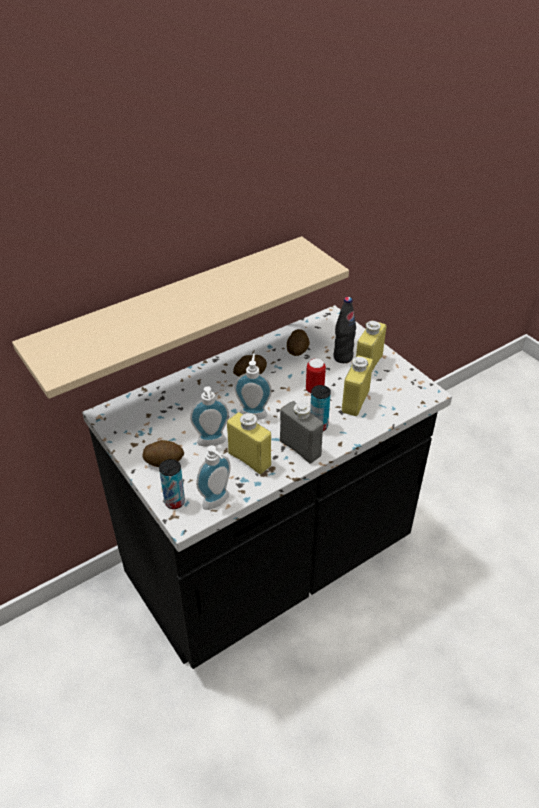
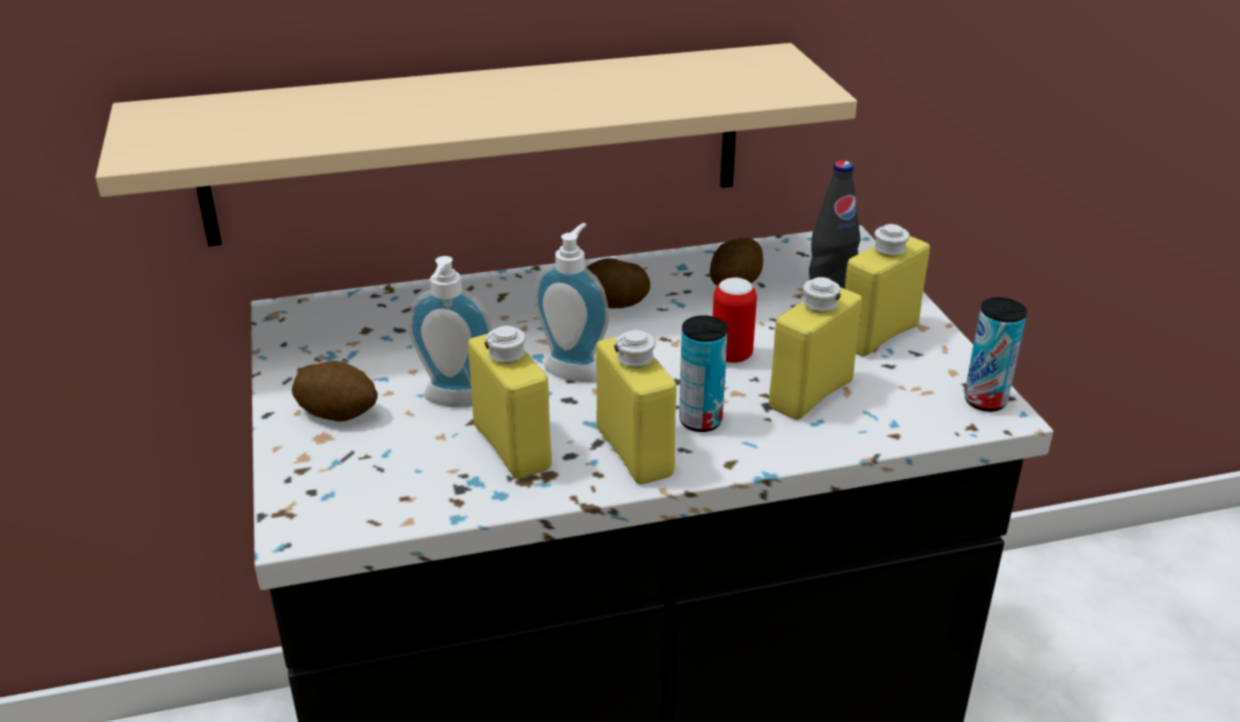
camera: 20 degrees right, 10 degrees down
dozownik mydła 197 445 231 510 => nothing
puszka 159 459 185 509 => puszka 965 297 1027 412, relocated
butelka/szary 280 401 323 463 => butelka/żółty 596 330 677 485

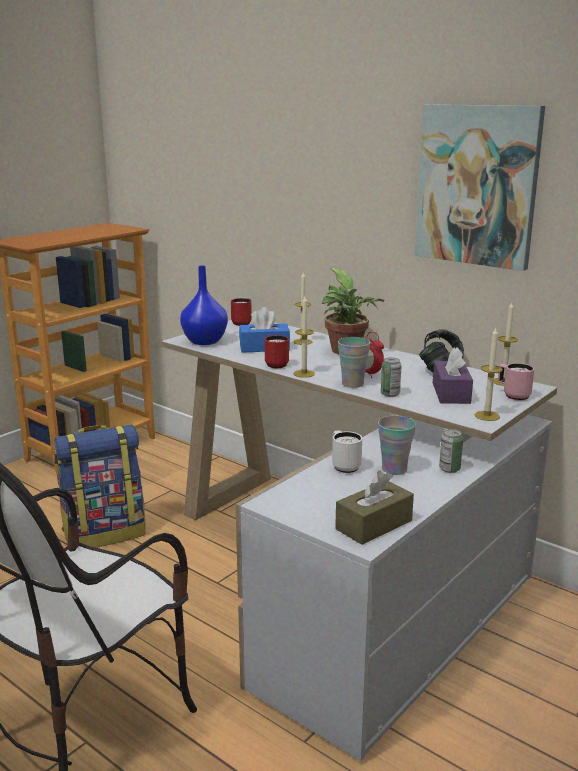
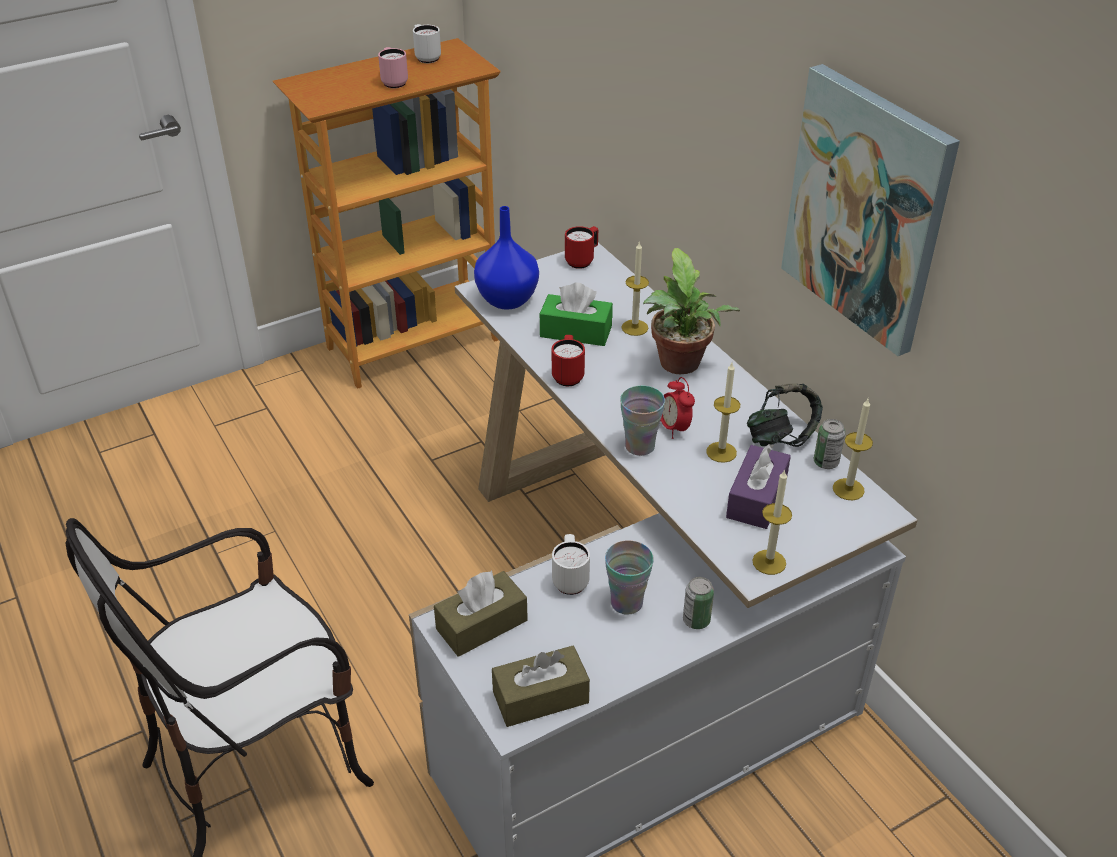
camera: 20 degrees right, 20 degrees up
plecak 54 425 146 548 => nothing
nothing => kubek/biały 413 24 441 63
nothing => pudełko chusteczek/brązowy 434 570 528 657
świeca 294 296 315 378 => świeca 706 363 740 463, relocated
puszka 381 357 402 397 => puszka 814 419 845 469, relocated
kubek/różowy 498 363 534 400 => kubek/różowy 378 47 408 88, relocated
pudełko chusteczek/niebieski 239 307 290 353 => pudełko chusteczek/zielony 540 283 613 346

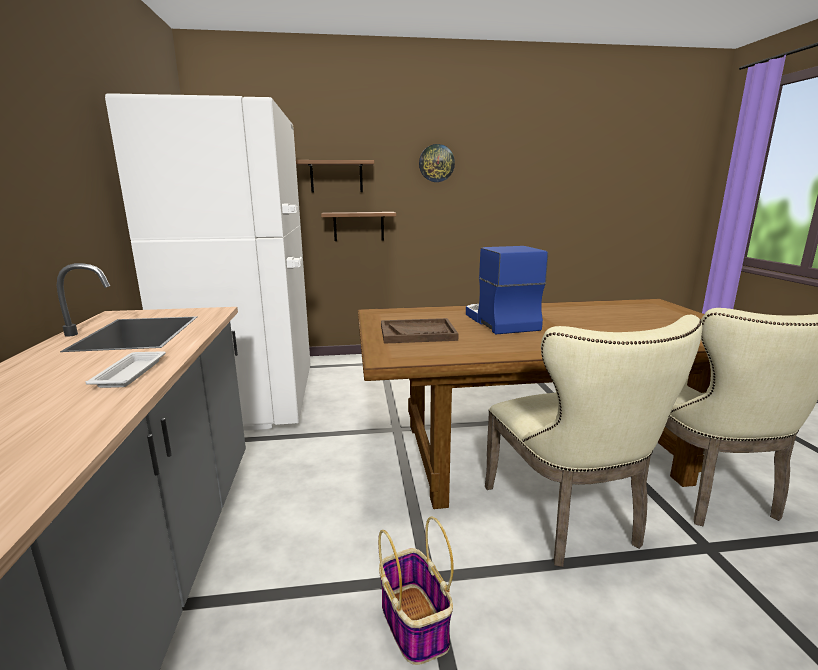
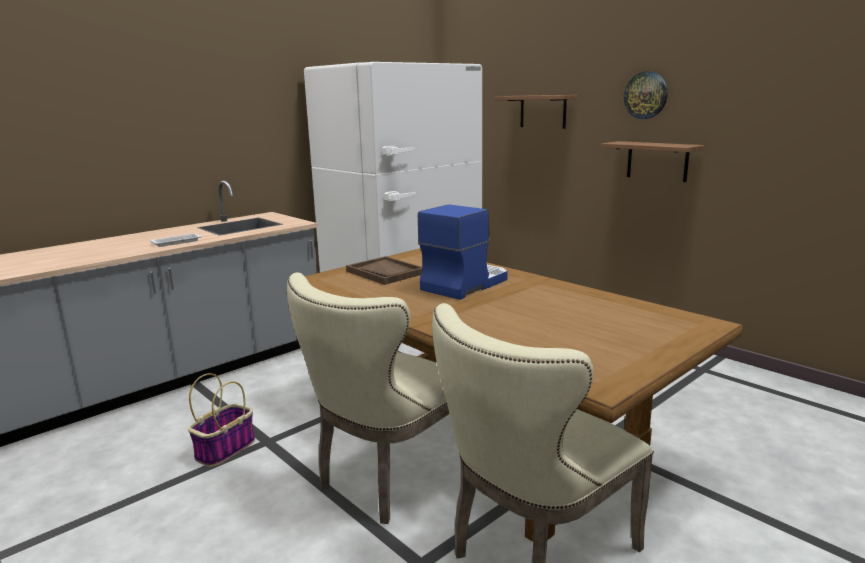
camera: 55 degrees right, 0 degrees up
półka 321 212 396 241 => półka 601 141 704 182, relocated

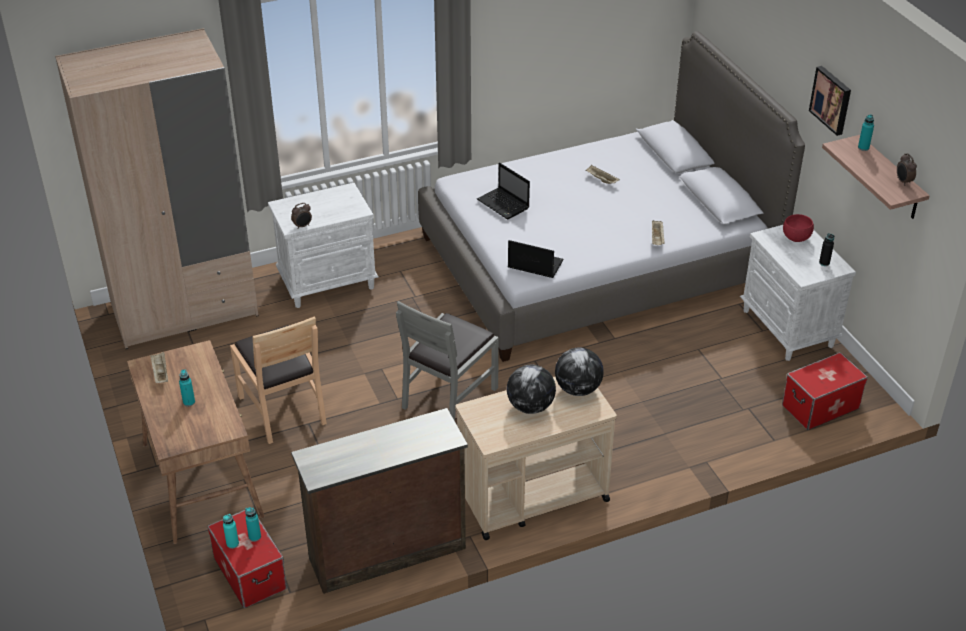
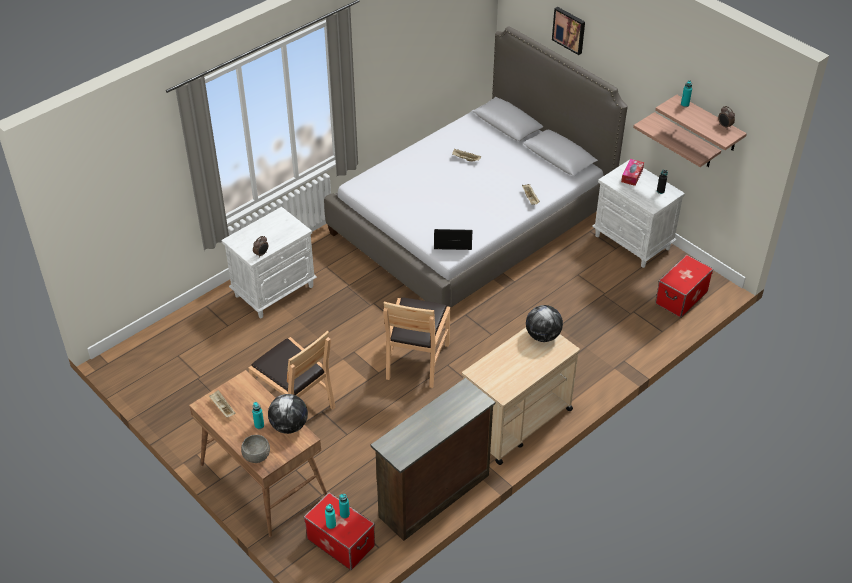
camera: 20 degrees left, 5 degrees up
szafa/beżowy 55 28 259 349 => nothing
laptop 477 162 530 219 => nothing
nothing => miska/szary 241 435 270 463
nothing => półka 633 112 721 167
globus 507 365 556 414 => globus 268 394 308 434, relocated
obraz 809 66 851 136 => obraz 552 7 585 55, relocated
miska/czerwony 783 214 814 242 => pudełko chusteczek 621 159 644 186
krzesło/szary 396 301 499 421 => krzesło/brązowy 383 298 450 388

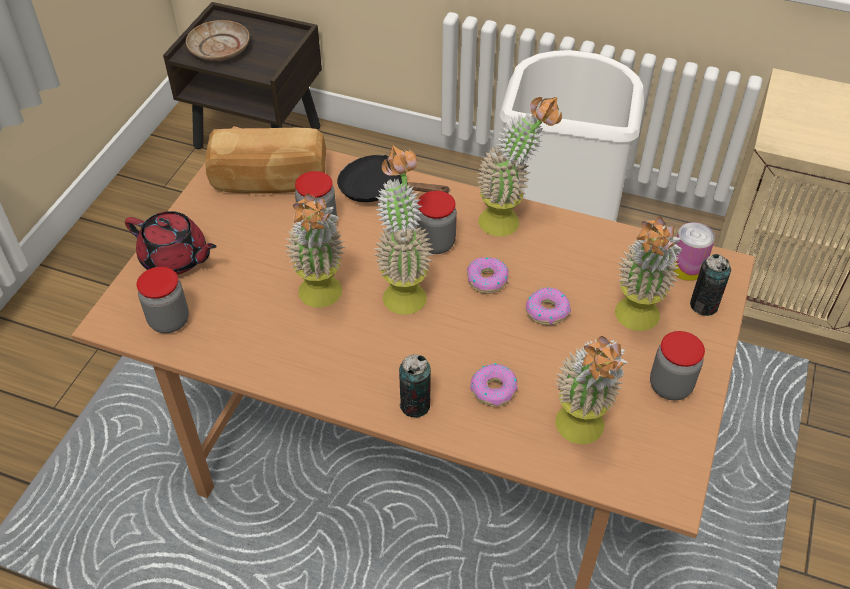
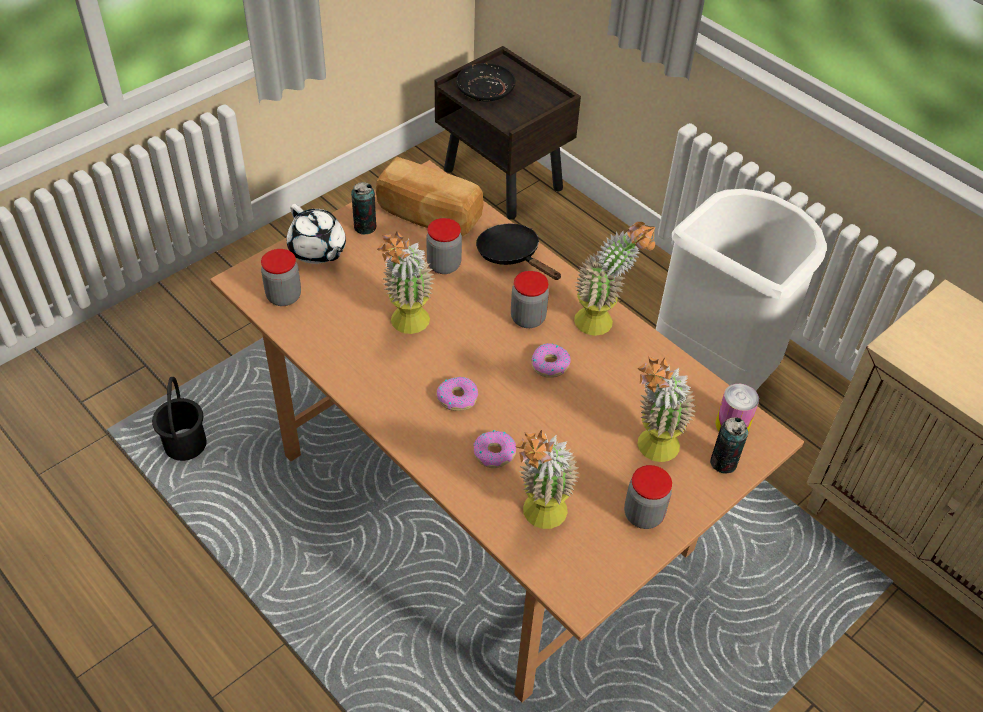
camera: 25 degrees right, 0 degrees up
roślina doniczkowa 374 145 434 315 => nothing
nothing => wiadro/czarny 152 377 207 461
puszka 399 354 431 418 => puszka 351 182 376 234, relocated
donut 525 287 571 325 => donut 436 377 478 411, relocated
imbryk/czerwony 125 211 217 275 => imbryk/biały 287 204 346 264
talerz/beżowy 186 20 250 61 => talerz/czarny 456 63 515 102

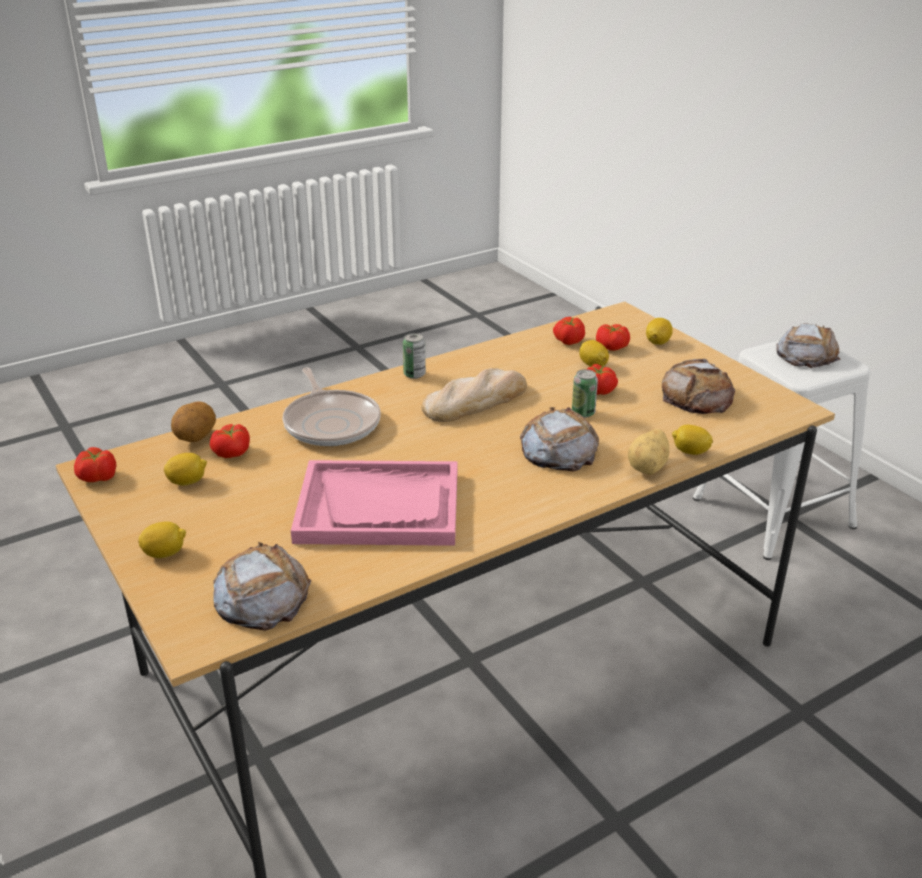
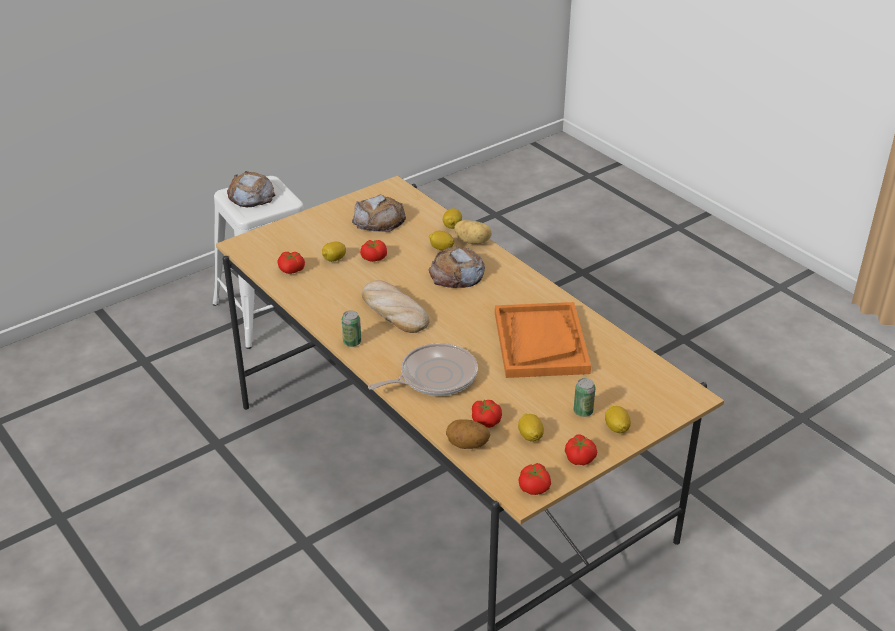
camera: 95 degrees left, 5 degrees up
chleb 213 542 311 631 => nothing
puszka 572 369 598 418 => puszka 574 378 596 417, relocated
pomidor 596 324 630 351 => pomidor 565 434 597 465, relocated
cytryna 646 318 673 345 => cytryna 429 231 454 251, relocated
taca/różowy 291 460 457 546 => taca/pomarańczowy 495 302 591 378

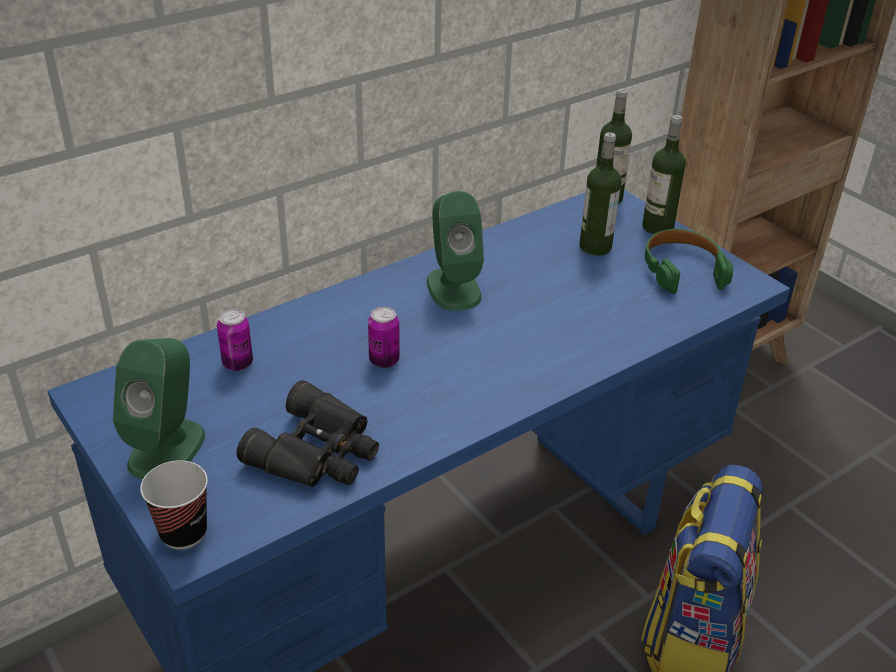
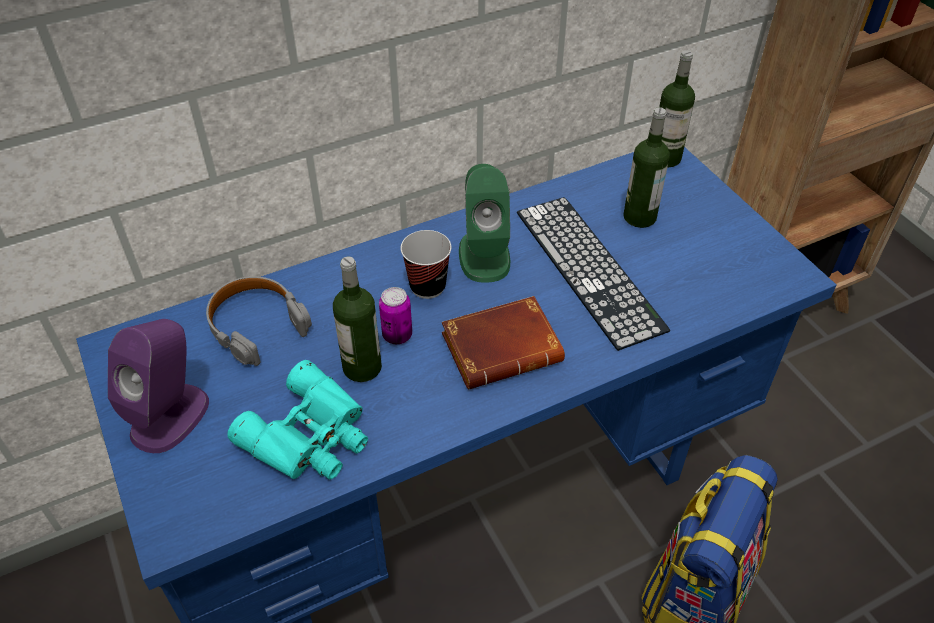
camera: 10 degrees right, 10 degrees up
słuchawki/zielony 645 229 733 294 => nothing
nothing => książka/brązowy 442 296 565 389
nothing => klawiatura 517 197 670 351
filiżanka 140 460 208 549 => filiżanka 401 230 451 299, relocated
butelka 642 115 686 234 => butelka 333 256 382 382, relocated
puszka 217 309 253 371 => słuchawki/szary 206 276 312 366
głośnik/zielony 113 338 205 480 => głośnik/fioletowy 108 319 209 453
lornetka/czarny 237 380 379 487 => lornetka/turkusowy 227 360 368 480

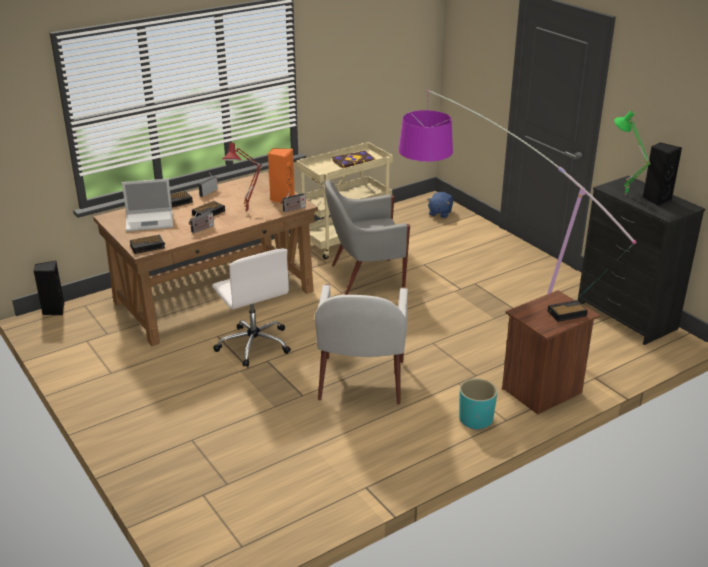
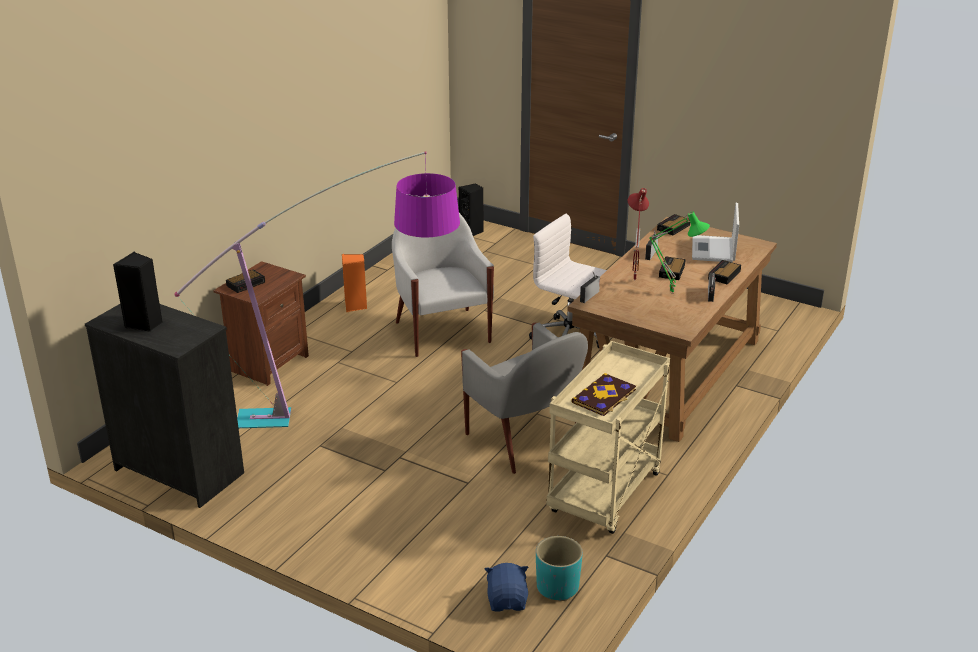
camera: 155 degrees right, 0 degrees up
głośnik/czarny 34 261 65 315 => głośnik/czarny 459 183 484 236, relocated
głośnik/pomarańczowy 268 148 295 204 => głośnik/pomarańczowy 342 254 367 312, relocated
donica/turkusowy 459 379 497 430 => donica/turkusowy 536 536 583 601, relocated
lampa stołowa/zielony 614 110 651 194 => lampa stołowa/zielony 649 212 710 294, relocated
laptop 122 179 173 232 => laptop 692 202 739 262, 45 degrees counterclockwise
fotel/szary 325 180 410 295 => fotel/szary 461 323 588 474, 90 degrees clockwise

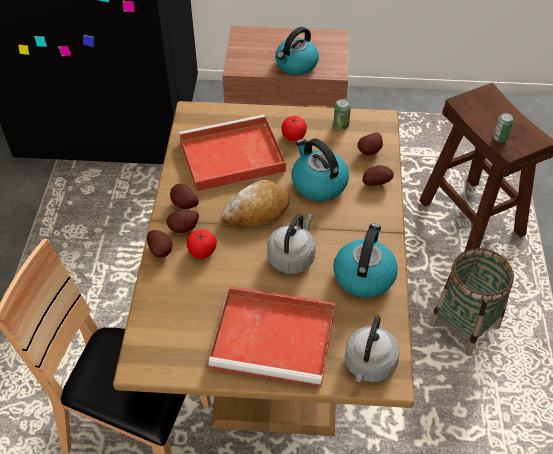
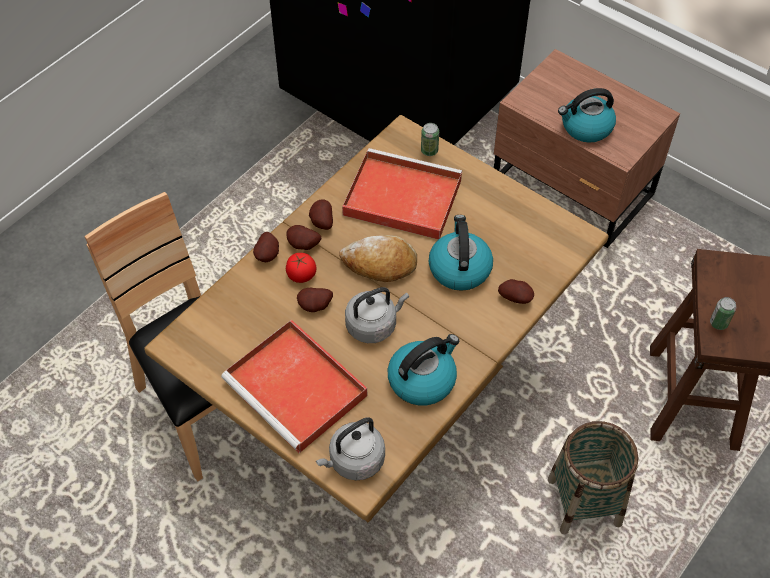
camera: 35 degrees right, 5 degrees up
pomidor 281 116 307 141 => nothing
puszka 333 99 351 130 => puszka 421 123 439 156, relocated
ziemniak 357 133 383 155 => ziemniak 297 288 333 312, relocated

